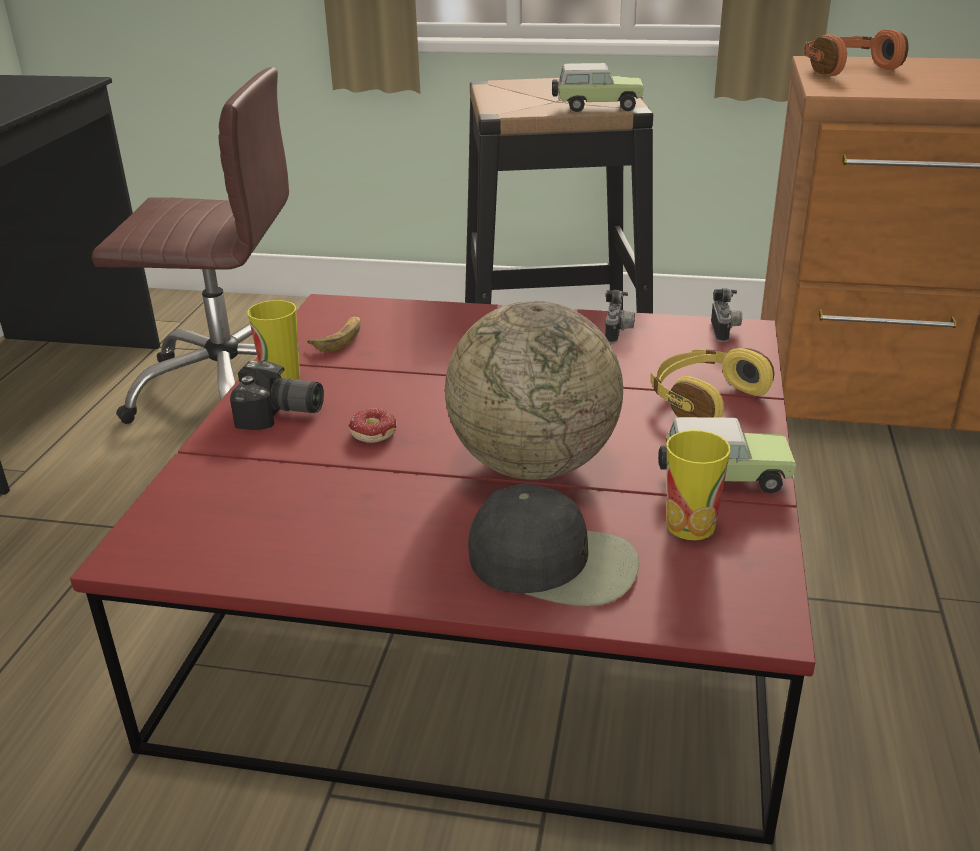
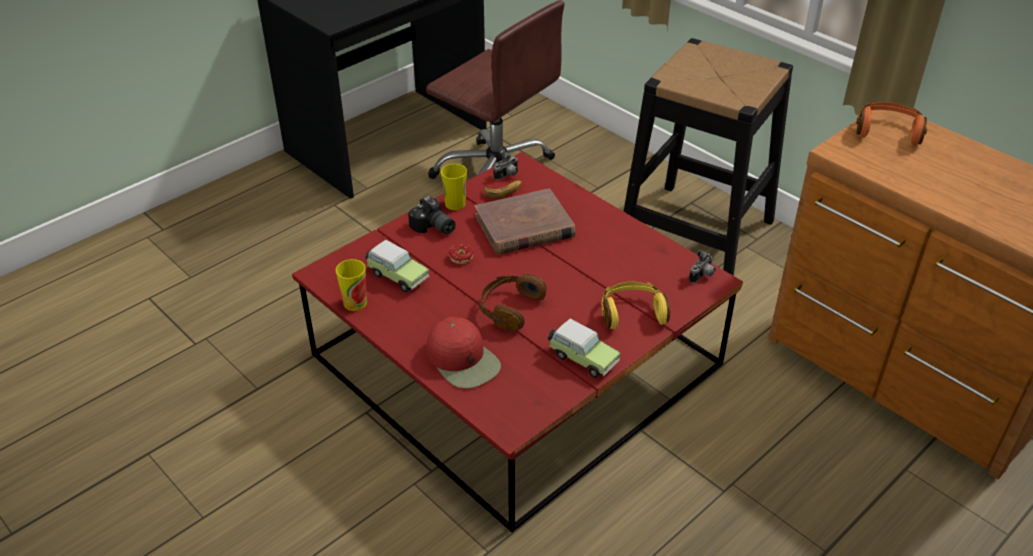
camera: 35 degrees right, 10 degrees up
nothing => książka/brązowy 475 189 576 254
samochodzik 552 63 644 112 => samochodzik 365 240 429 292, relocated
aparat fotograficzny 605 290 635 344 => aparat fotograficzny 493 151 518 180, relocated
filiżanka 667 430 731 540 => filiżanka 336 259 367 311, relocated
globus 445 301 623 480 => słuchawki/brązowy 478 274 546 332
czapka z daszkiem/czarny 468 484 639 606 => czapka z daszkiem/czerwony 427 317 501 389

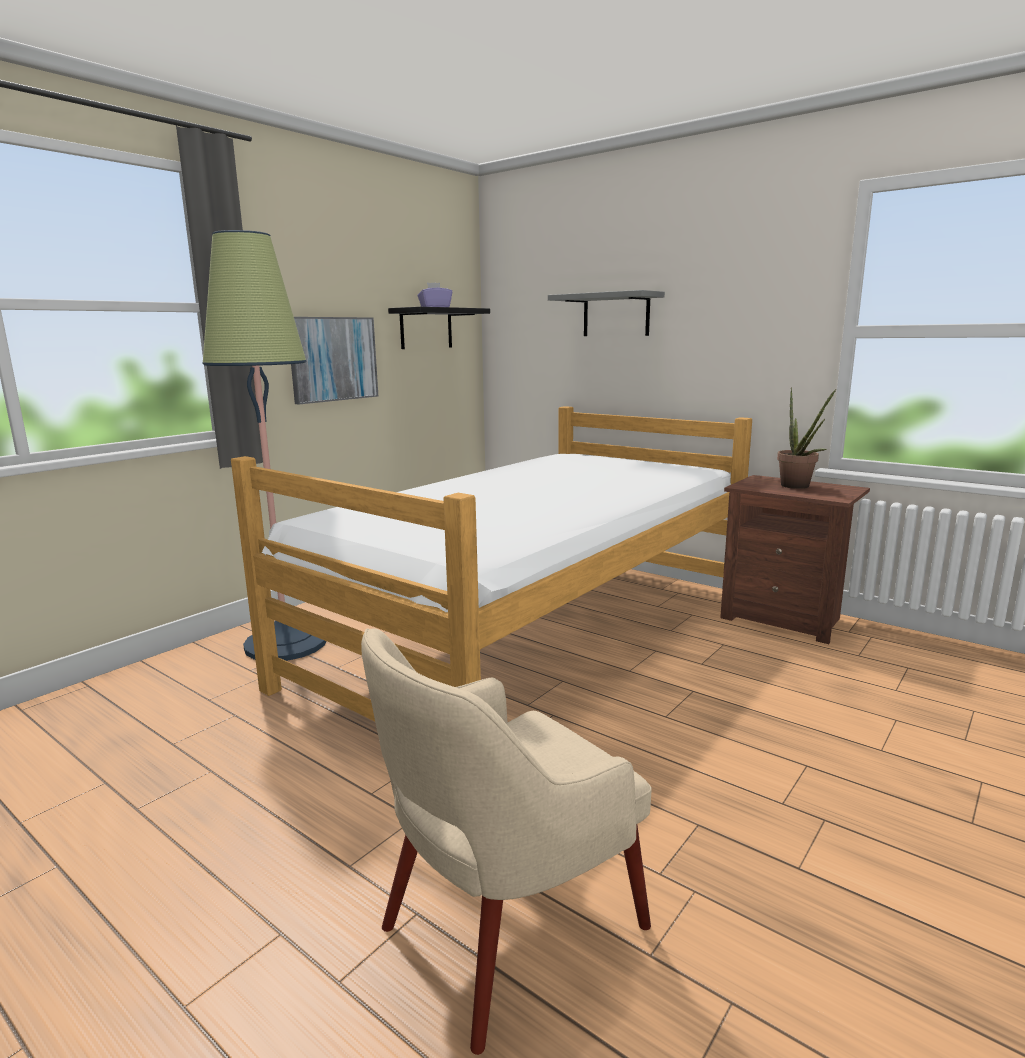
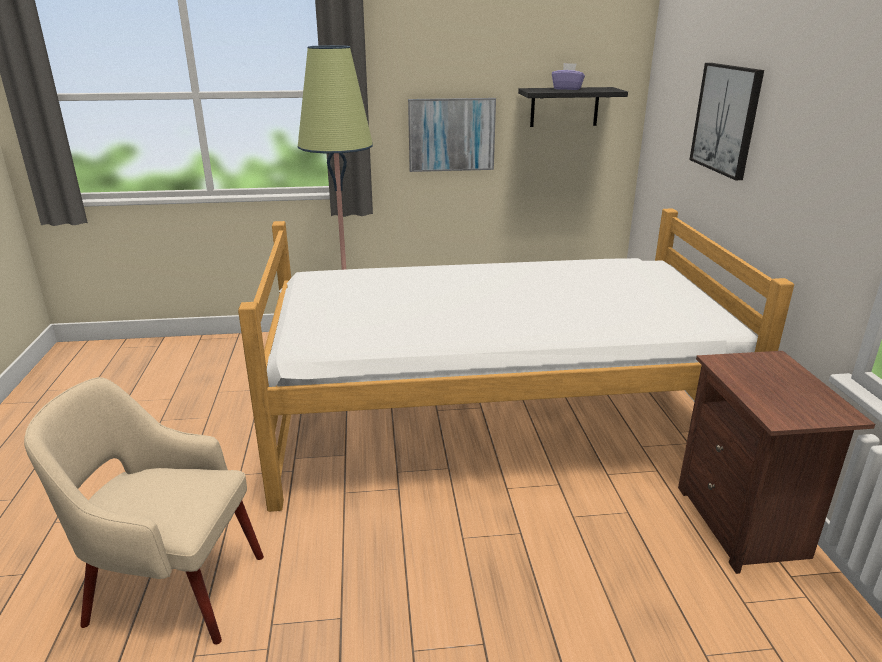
camera: 45 degrees right, 10 degrees up
roślina doniczkowa 777 387 836 489 => nothing
półka/szary 548 290 665 336 => obraz 690 63 764 180

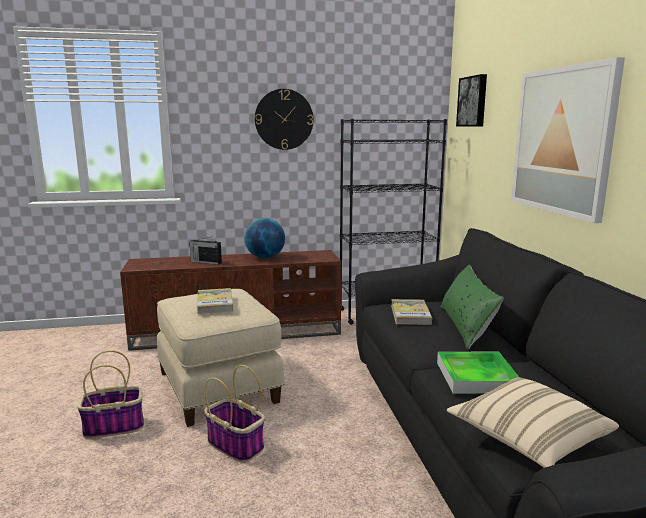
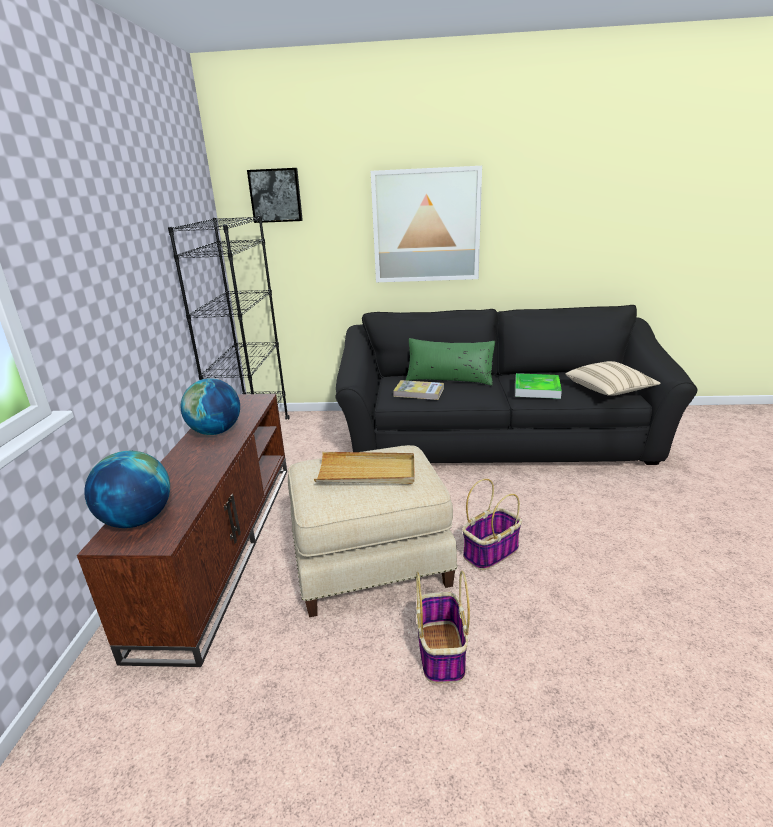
camera: 75 degrees left, 10 degrees up
radio 189 236 222 265 => nothing
zegar ścienny 255 89 314 150 => nothing
nothing => globus 84 451 170 528
książka 197 288 233 314 => taca/beżowy 314 452 414 484

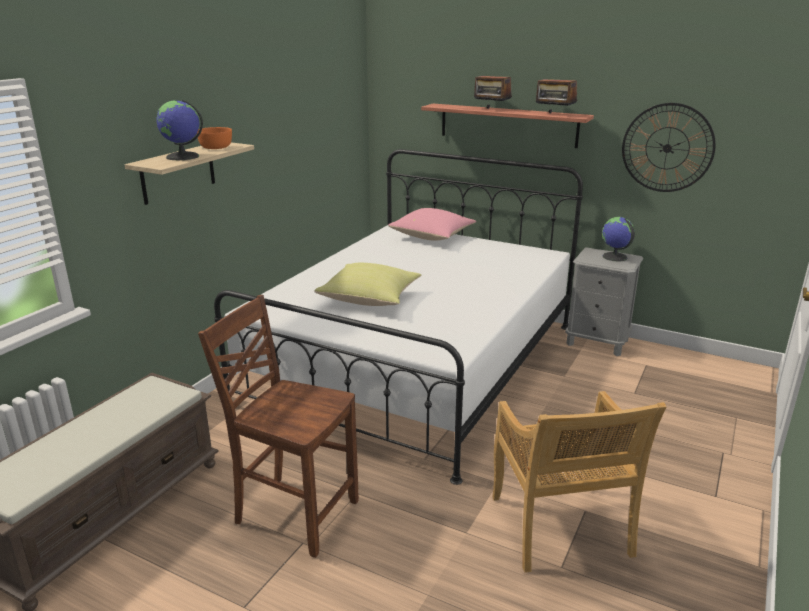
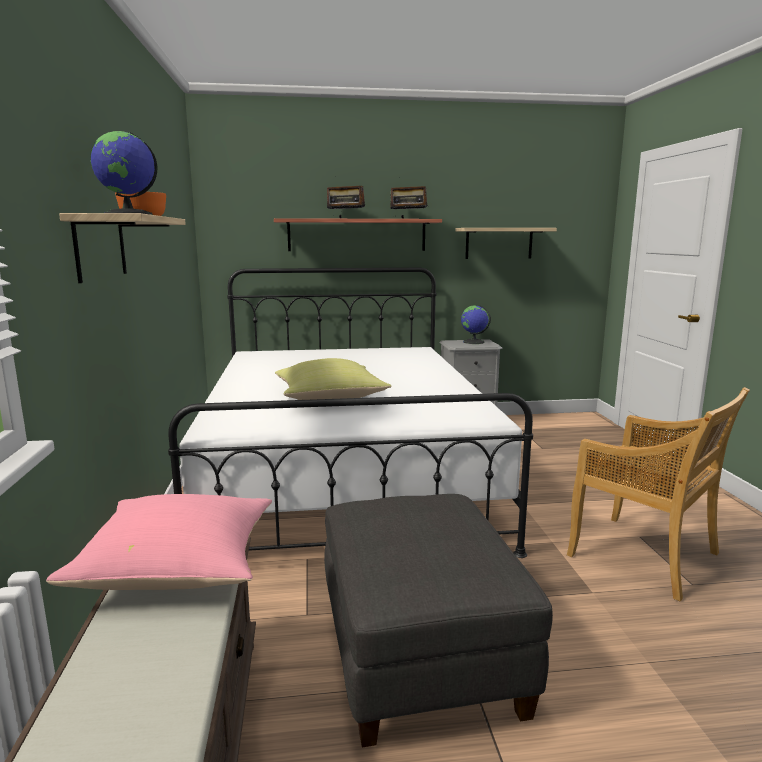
camera: 35 degrees left, 10 degrees down
poduszka/różowy 388 208 476 241 => poduszka/różowy 46 494 272 590, relocated
krzesło/brązowy 198 295 359 558 => pufa/szary 324 494 553 747
zegar ścienny 622 103 716 192 => półka 455 228 557 259

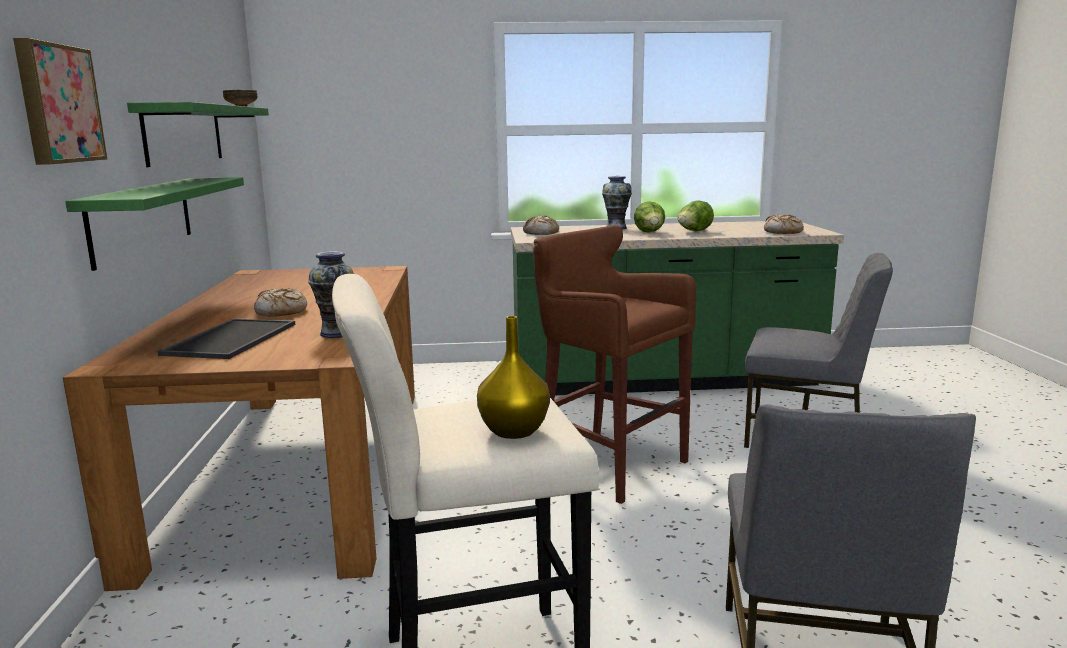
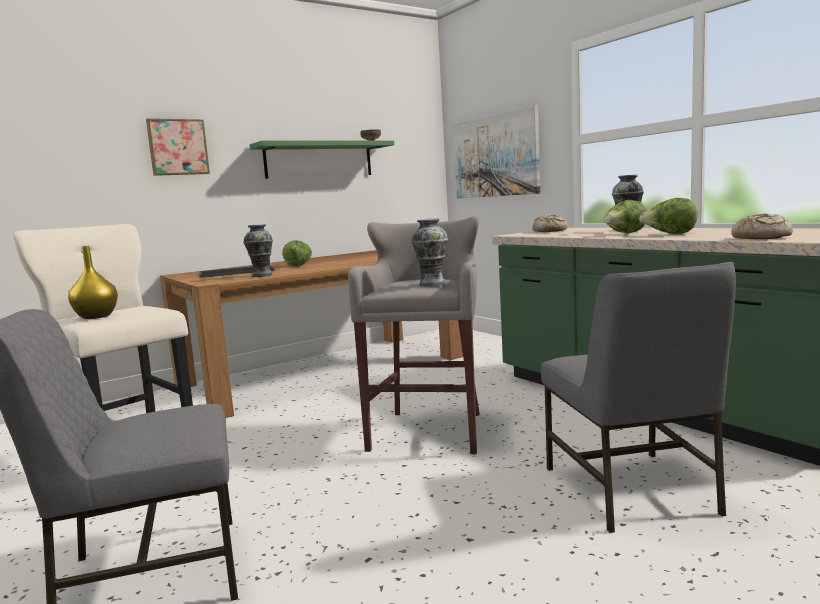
camera: 60 degrees right, 5 degrees down
półka/zielony 65 177 244 271 => nothing
nothing => wazon 412 218 449 286
nothing => obraz 453 105 540 198
chleb 254 288 307 317 => sałata 282 240 312 266
stołek/brązowy 533 225 696 504 => stołek/szary 348 216 480 454

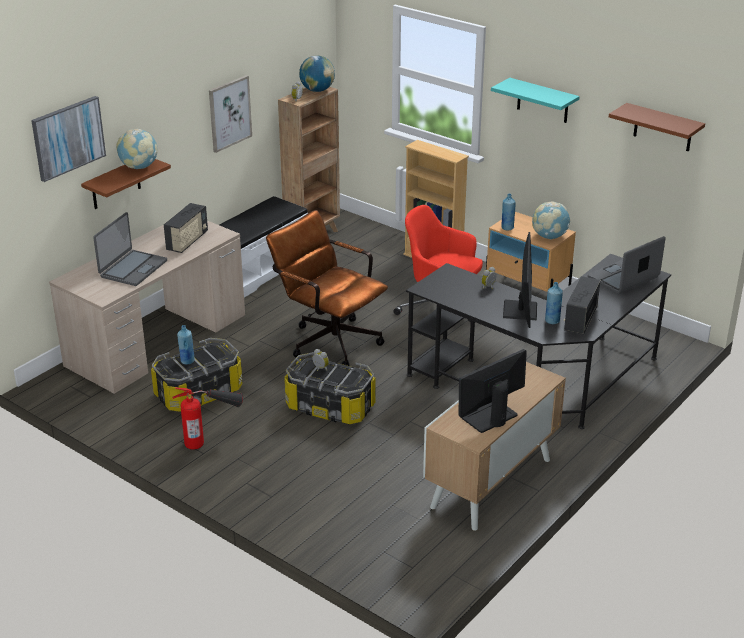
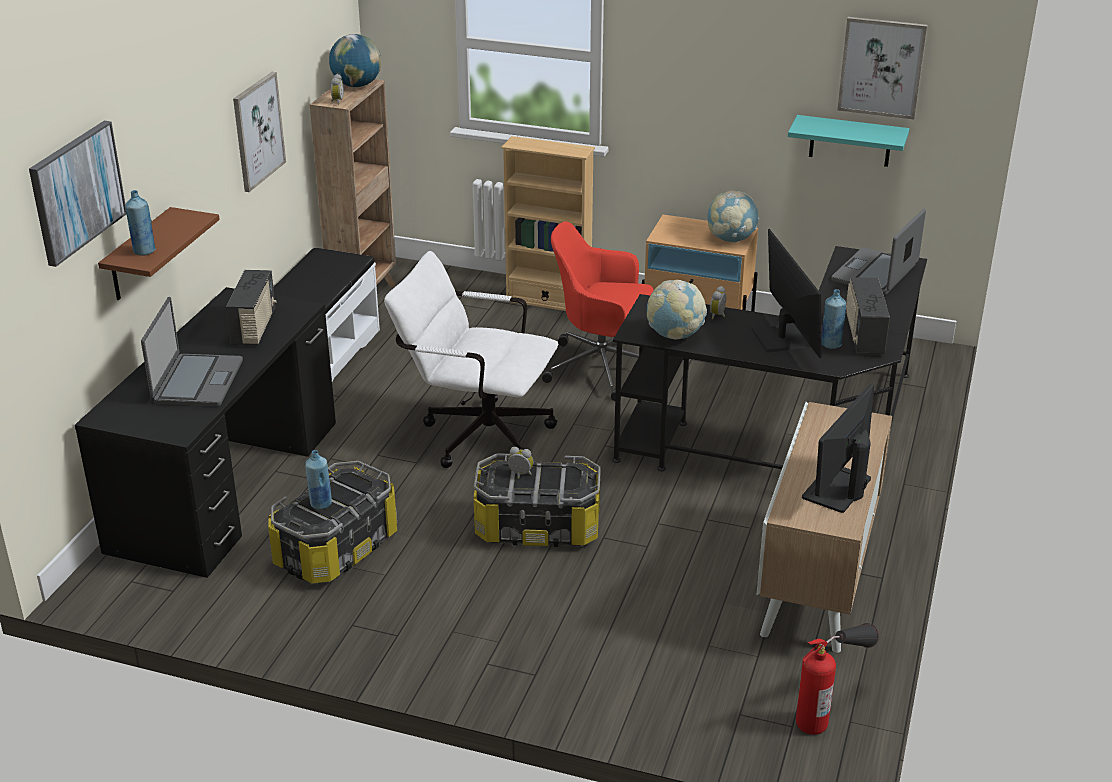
camera: 20 degrees left, 0 degrees up
globus 116 129 158 169 => globus 647 280 707 339, relocated
gaśnica 172 387 243 450 => gaśnica 796 623 879 735, relocated
półka/turkusowy 491 78 580 123 => półka/turkusowy 788 115 909 167, relocated
butelka/niebieski 501 194 515 231 => butelka/niebieski 125 190 156 256, relocated
półka/brązowy 609 103 705 151 => obraz 837 17 928 119
biurko/beżowy 49 221 245 394 => biurko/czarny 75 287 336 578
krzesło biurowe/brązowy 266 210 388 366 => krzesło biurowe/biały 384 251 558 468

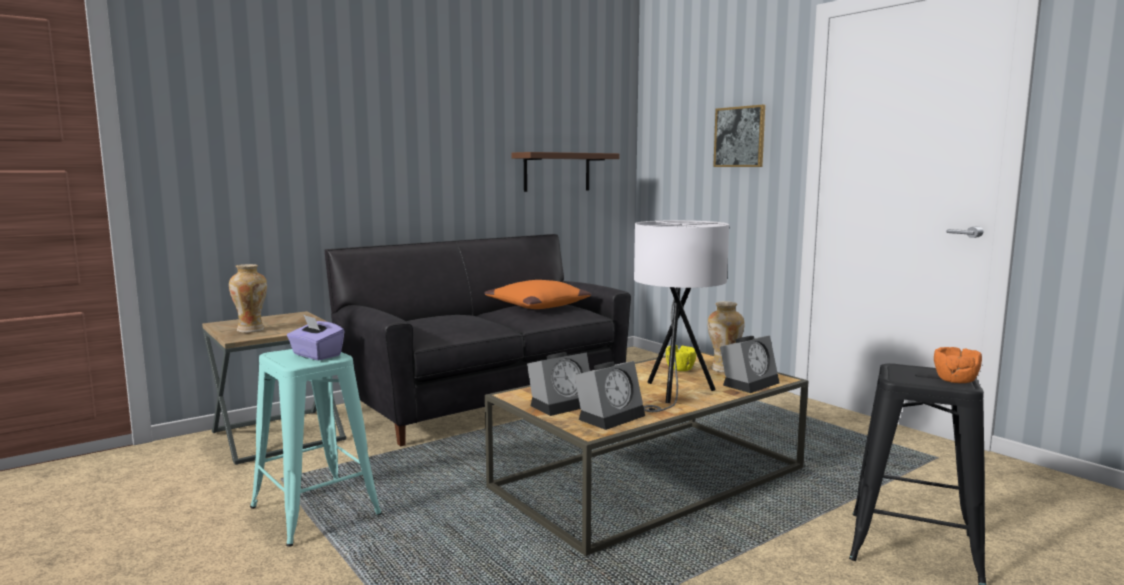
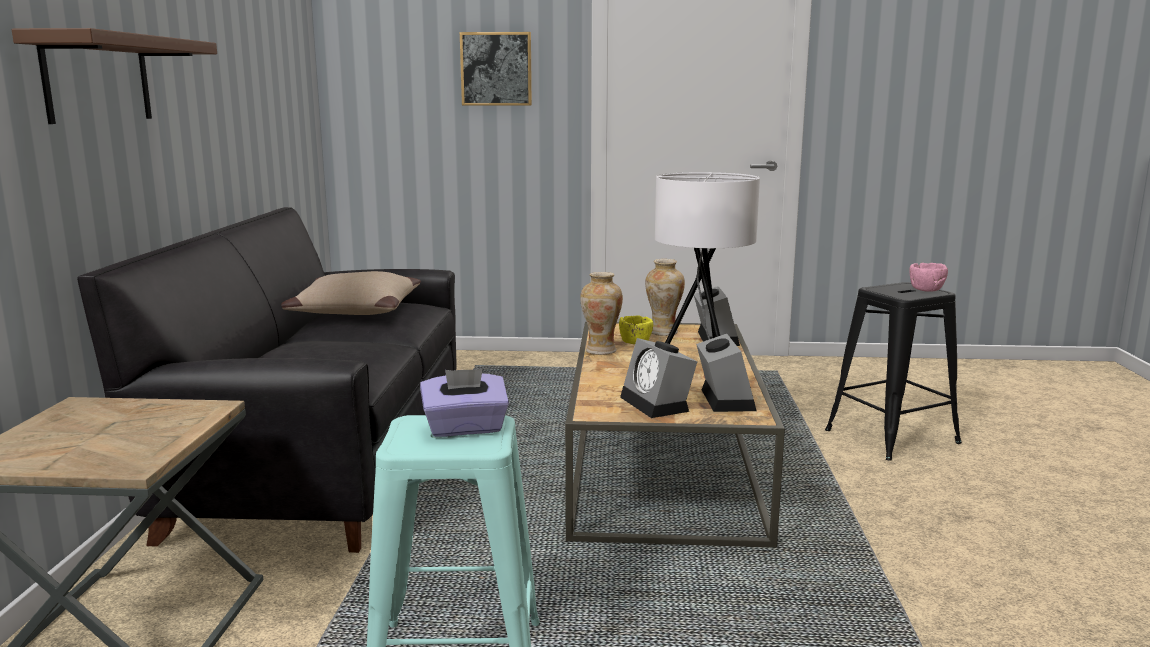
camera: 50 degrees left, 5 degrees up
wazon 229 264 267 333 => wazon 580 272 623 355, relocated
półka/brązowy 511 152 619 192 => półka/brązowy 12 28 217 124, relocated
poduszka/pomarańczowy 485 280 592 309 => poduszka/beżowy 281 271 421 315
miska/pomarańczowy 934 347 982 383 => miska/różowy 909 263 948 292
budzik 527 352 590 416 => budzik 620 338 697 418, 150 degrees clockwise

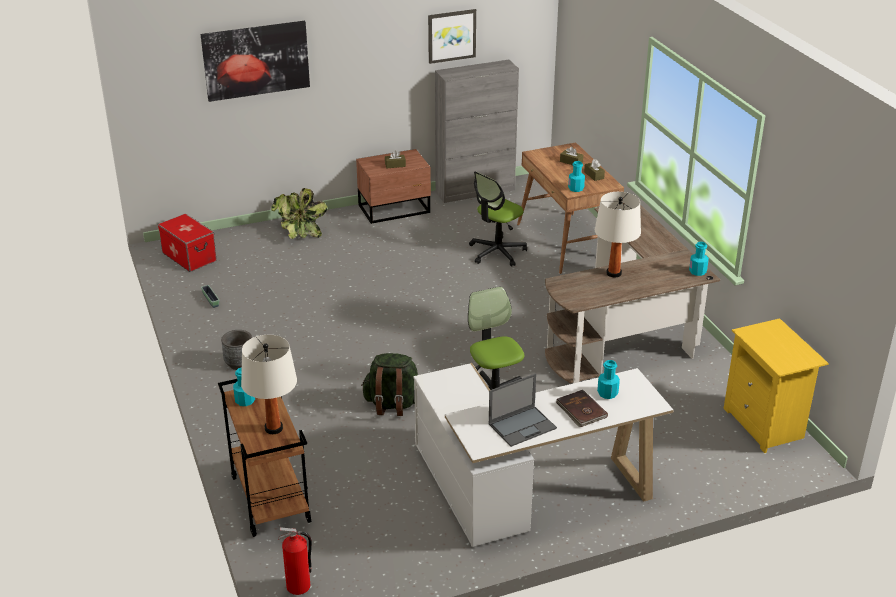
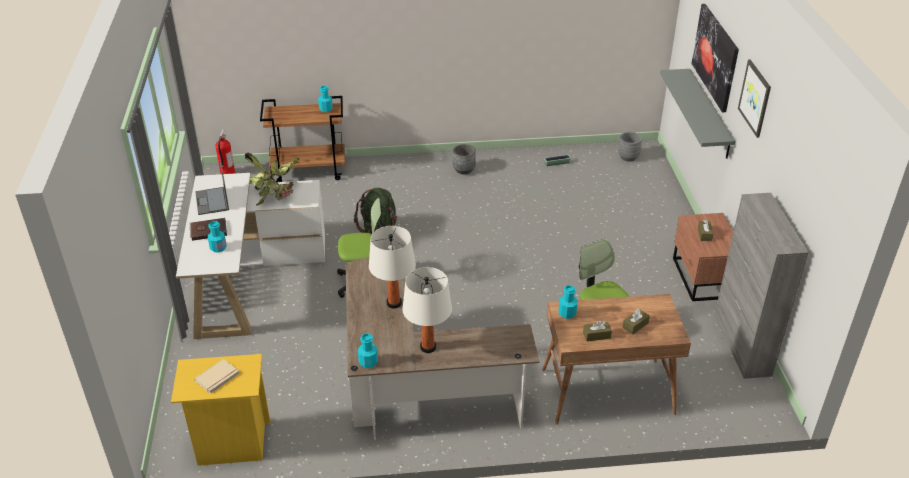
camera: 105 degrees right, 5 degrees up
nothing => książka/beżowy 194 359 240 394
nothing => półka/szary 660 69 735 159
lampa stołowa/biały 241 335 297 434 => lampa stołowa/biały 402 267 452 353, relocated
roślina doniczkowa 271 188 327 239 => roślina doniczkowa 245 153 299 206, relocated
obraz 428 9 476 64 => obraz 738 59 771 138, relocated
pojemnik do przechowywania 158 213 217 272 => donica/szary 618 132 642 162

